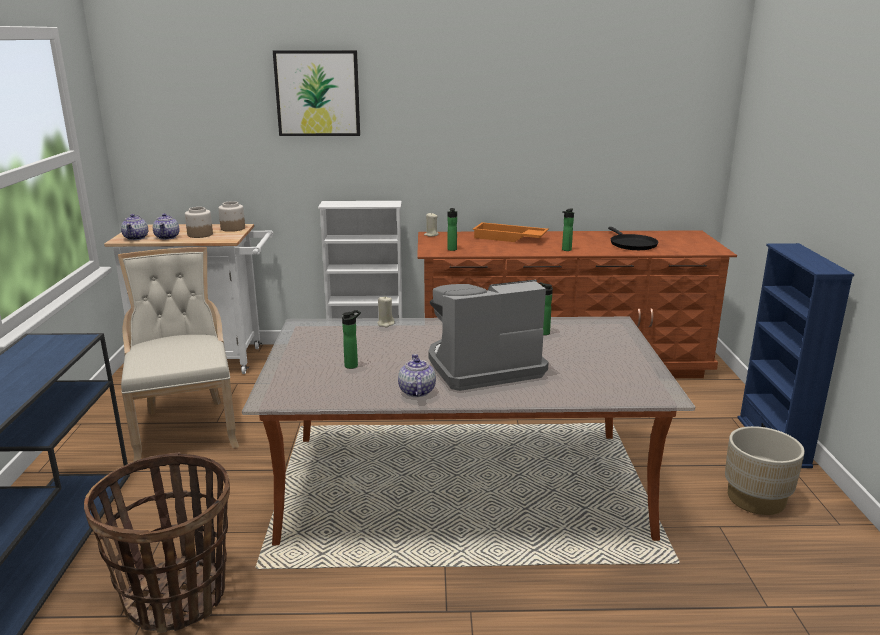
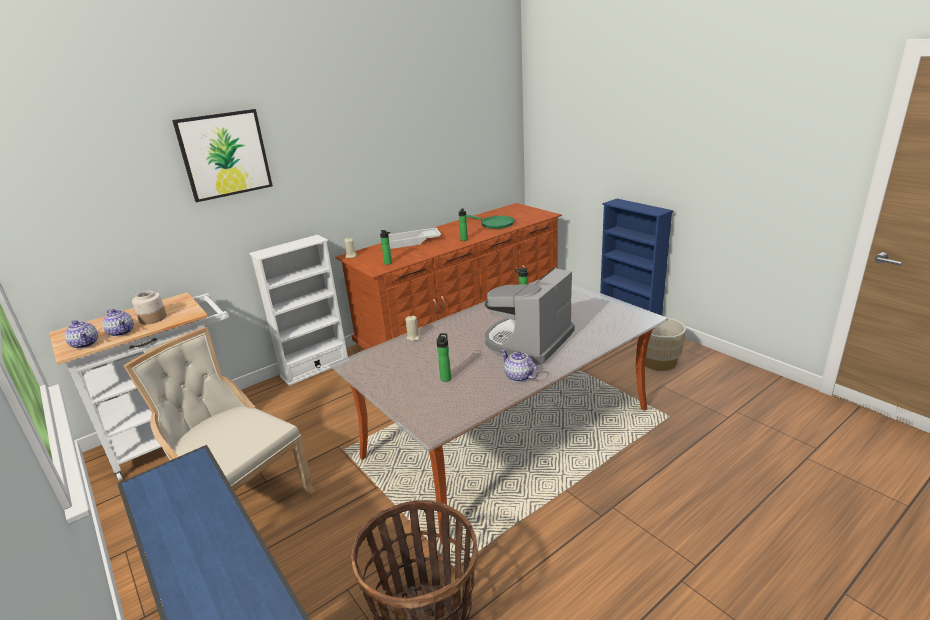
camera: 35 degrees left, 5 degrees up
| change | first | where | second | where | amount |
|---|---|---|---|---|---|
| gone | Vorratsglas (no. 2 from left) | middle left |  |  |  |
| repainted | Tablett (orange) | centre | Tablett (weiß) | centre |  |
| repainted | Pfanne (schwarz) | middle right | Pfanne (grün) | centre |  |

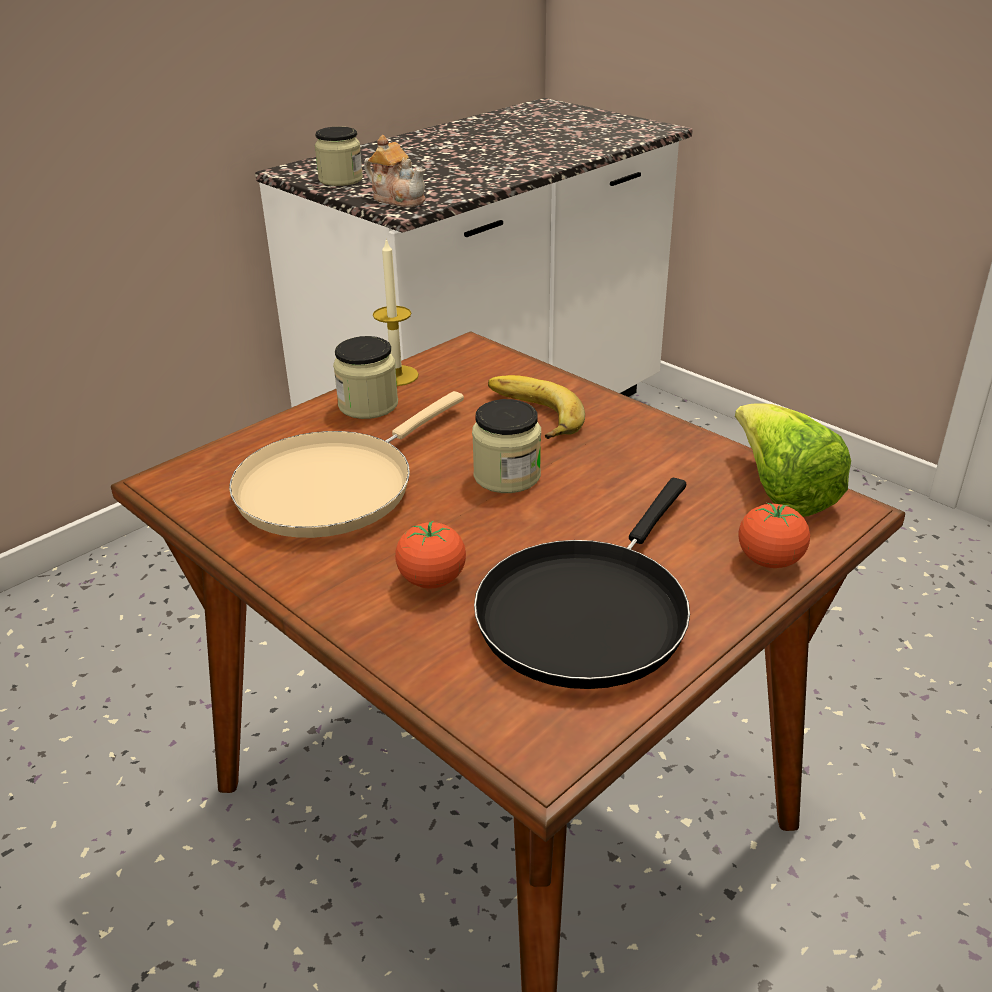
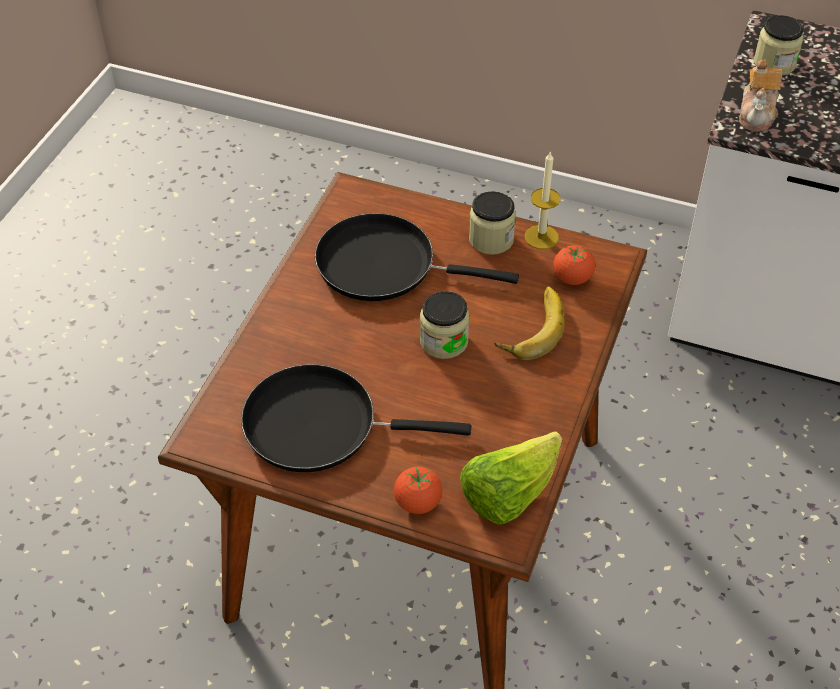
camera: 65 degrees right, 15 degrees up
| change | first | where | second | where | amount |
|---|---|---|---|---|---|
| repainted | Pfanne (beige) | centre | Pfanne (schwarz) (no. 2 from left) | centre |  |
| shifted | Tomate (no. 1 from left in the first image) | centre | Tomate (no. 2 from left) | middle right |  |

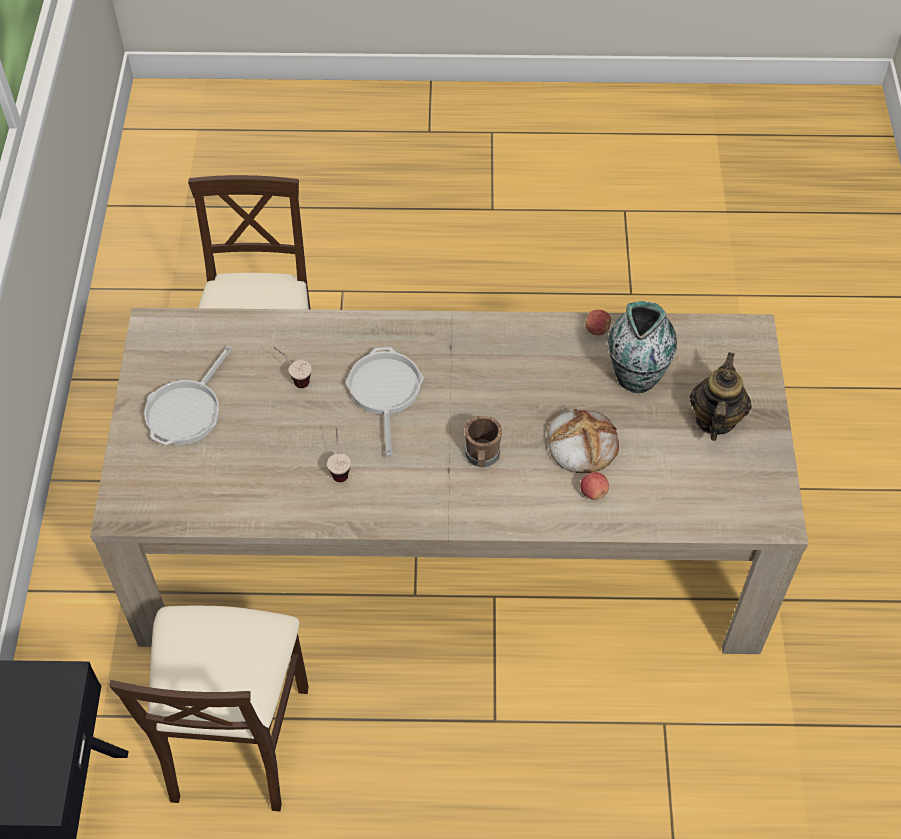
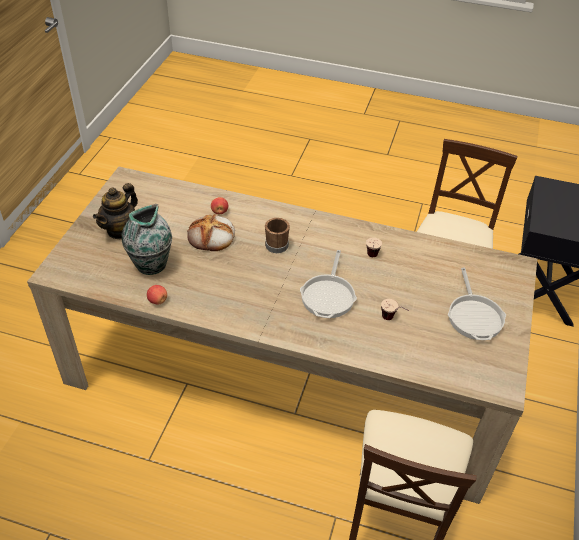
camera: 165 degrees left, 10 degrees down
| change | first | where | second | where | amount |
|---|---|---|---|---|---|
| rotated | Pfanne (no. 1 from left in the first image) | middle left | Pfanne (no. 2 from left) | middle right | 135 degrees clockwise |

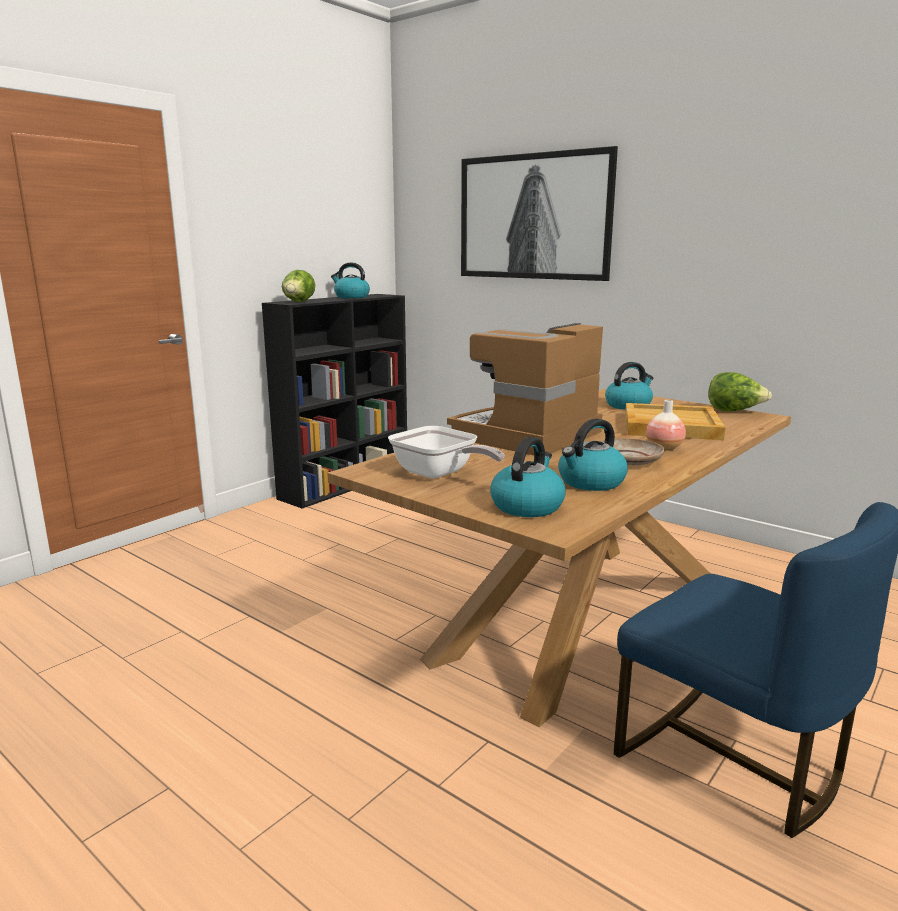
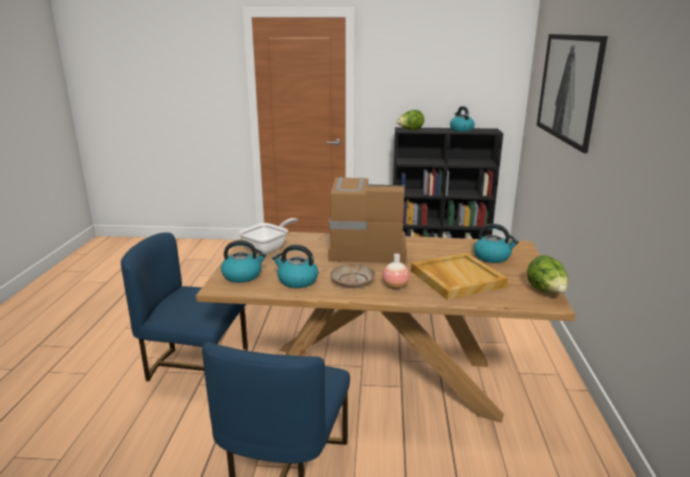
camera: 55 degrees right, 5 degrees up
| change | first | where | second | where | amount |
|---|---|---|---|---|---|
| rotated | Pfanne | centre |  | centre | 150 degrees counterclockwise |
| new |  |  | Stuhl (blau) (no. 1 from left) | middle left |  |

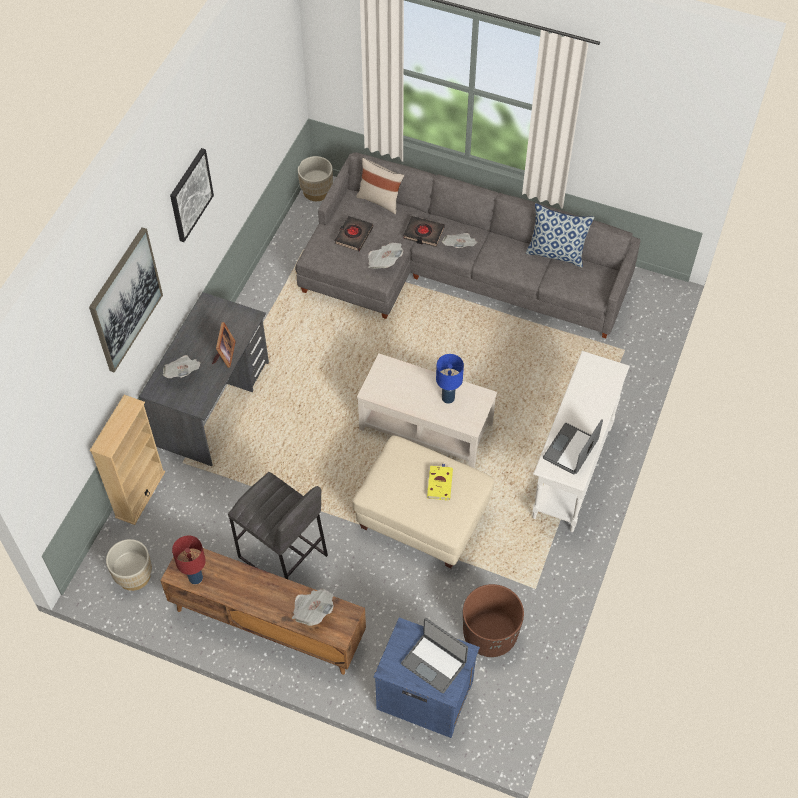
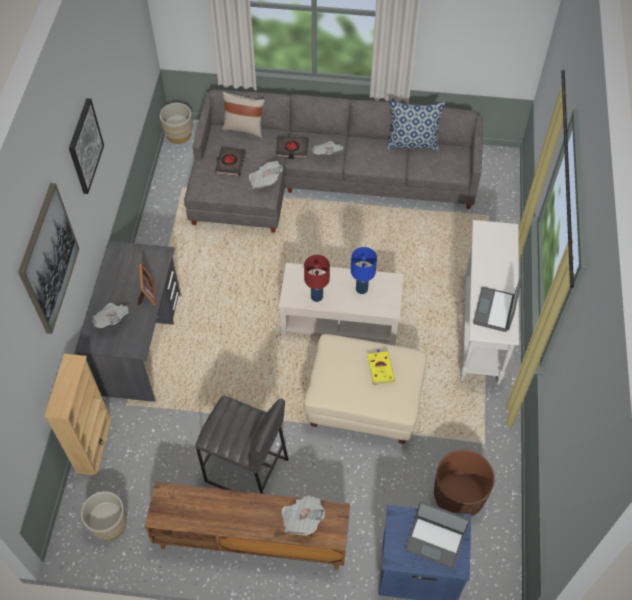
camera: 15 degrees left, 0 degrees up
| change | first | where | second | where | amount |
|---|---|---|---|---|---|
| shifted | Tischlampe (rot) | bottom left |  | centre |  |

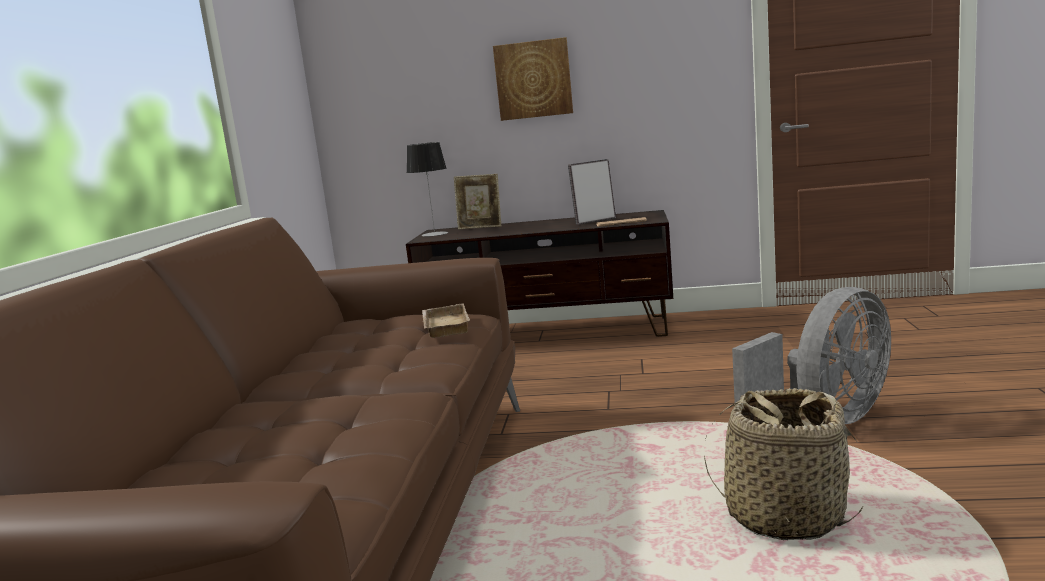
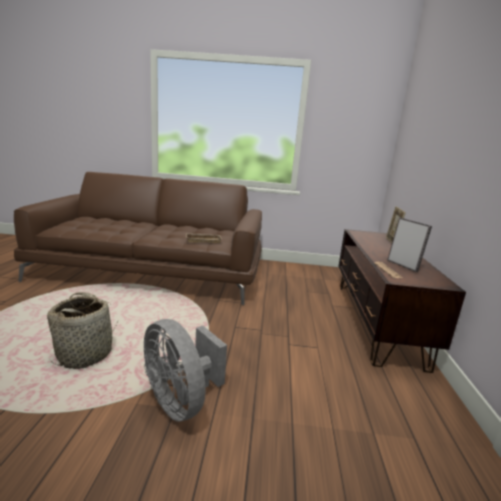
camera: 85 degrees right, 5 degrees up
| change | first | where | second | where | amount |
|---|---|---|---|---|---|
| gone | Tischlampe | top centre |  |  |  |
| gone | Bild | top centre |  |  |  |

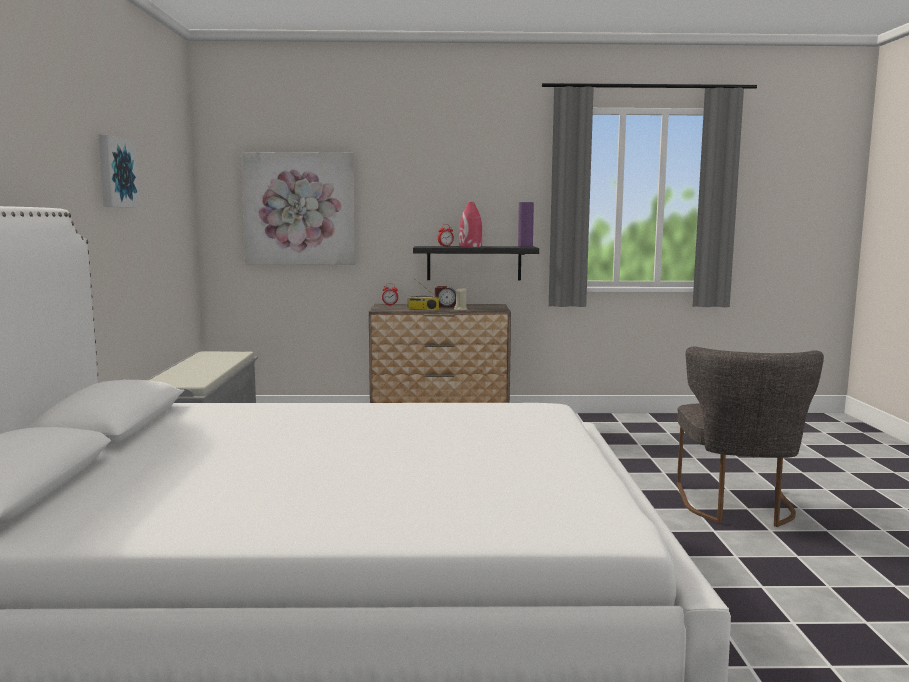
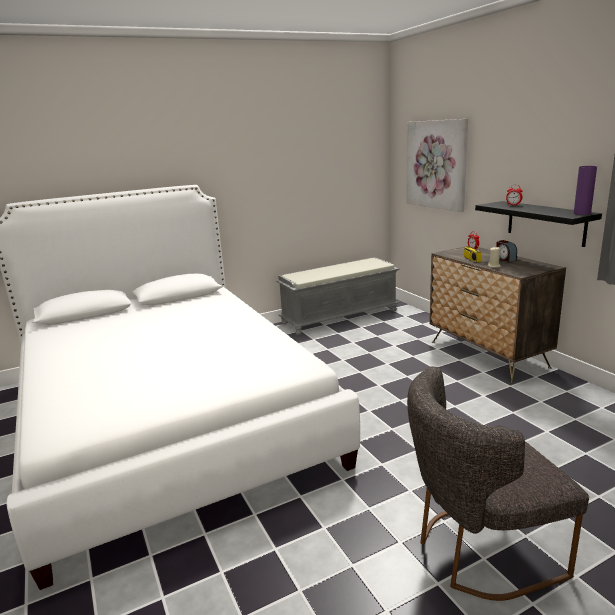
camera: 65 degrees right, 10 degrees up
| change | first | where | second | where | amount |
|---|---|---|---|---|---|
| gone | Bild (no. 1 from left) | top left |  |  |  |
| gone | Vase (rot) | top centre |  |  |  |

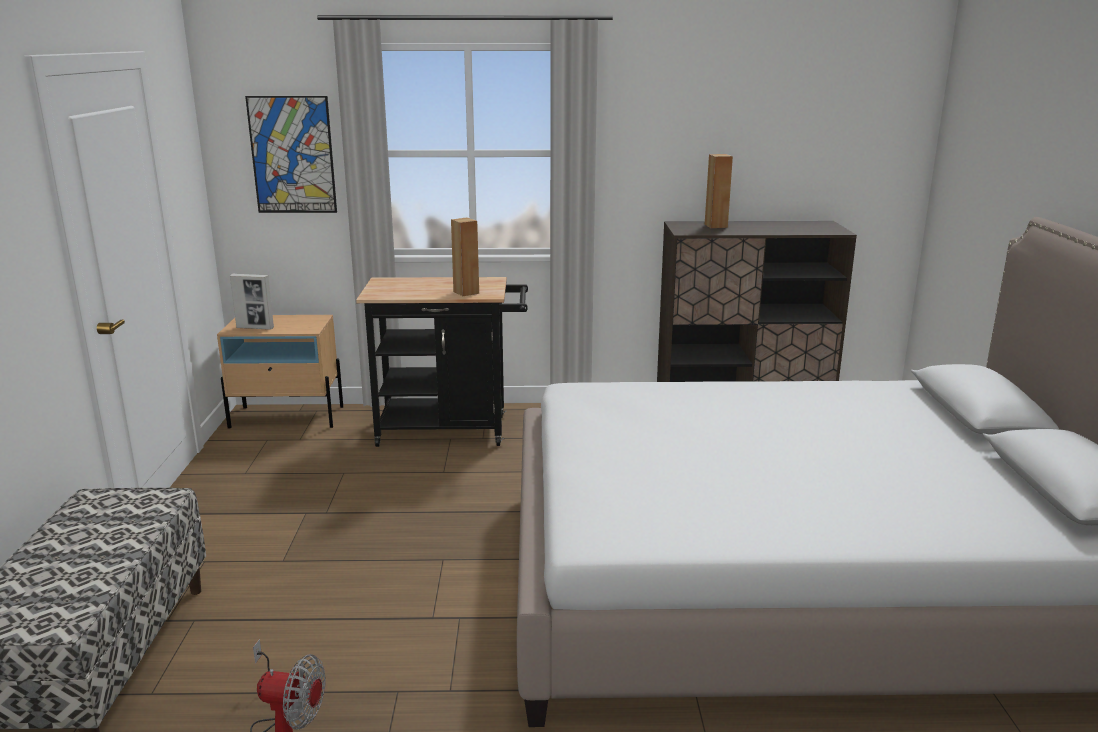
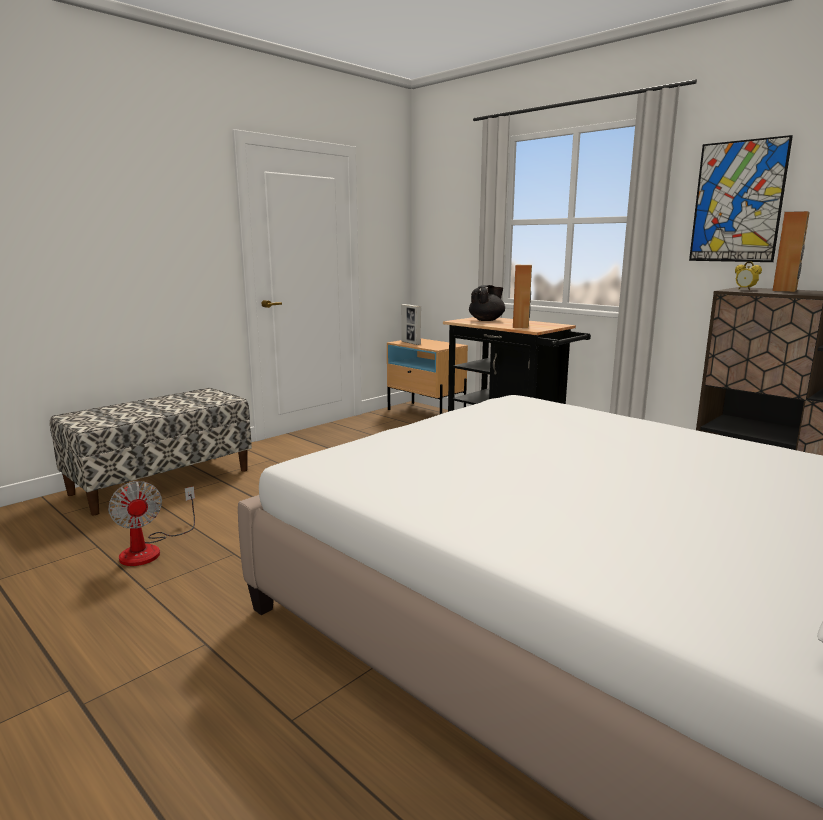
camera: 45 degrees right, 5 degrees down
| change | first | where | second | where | amount |
|---|---|---|---|---|---|
| shifted | Bild | top left |  | top right |  |
| new |  |  | Teekanne (schwarz) | centre |  |
| new |  |  | Wecker | middle right |  |

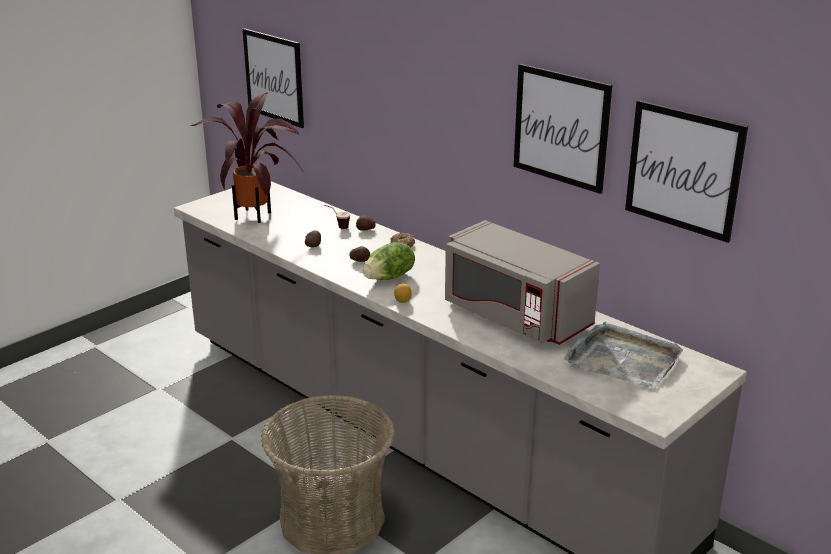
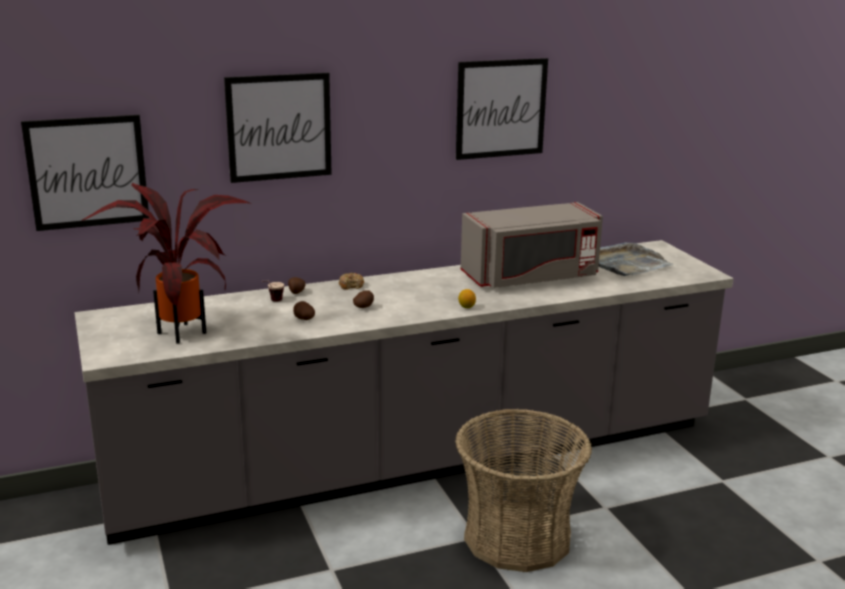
camera: 65 degrees left, 5 degrees down
| change | first | where | second | where | amount |
|---|---|---|---|---|---|
| gone | Salatkopf | centre |  |  |  |
| shifted | Bild (no. 3 from left in the first image) | top right | Bild (no. 2 from left) | top left |  |

